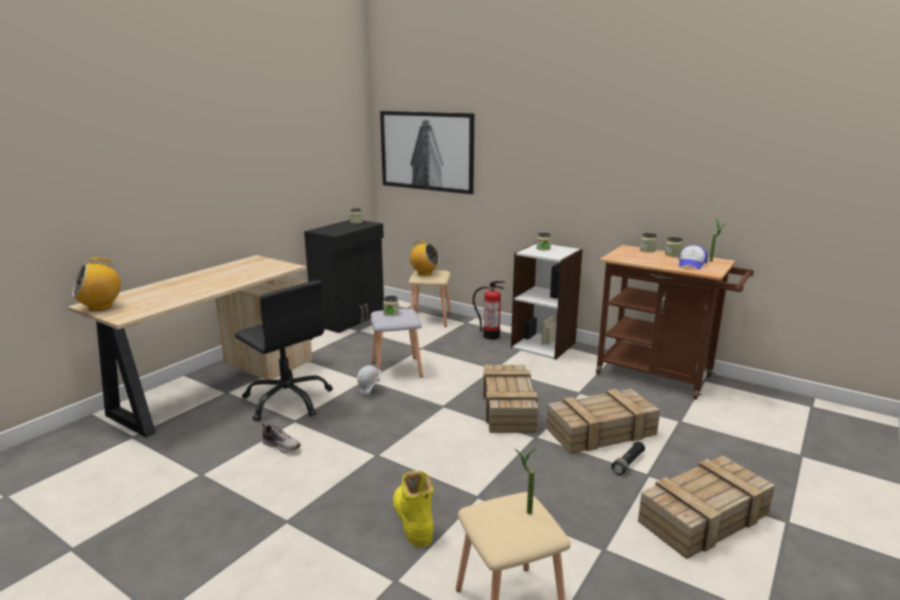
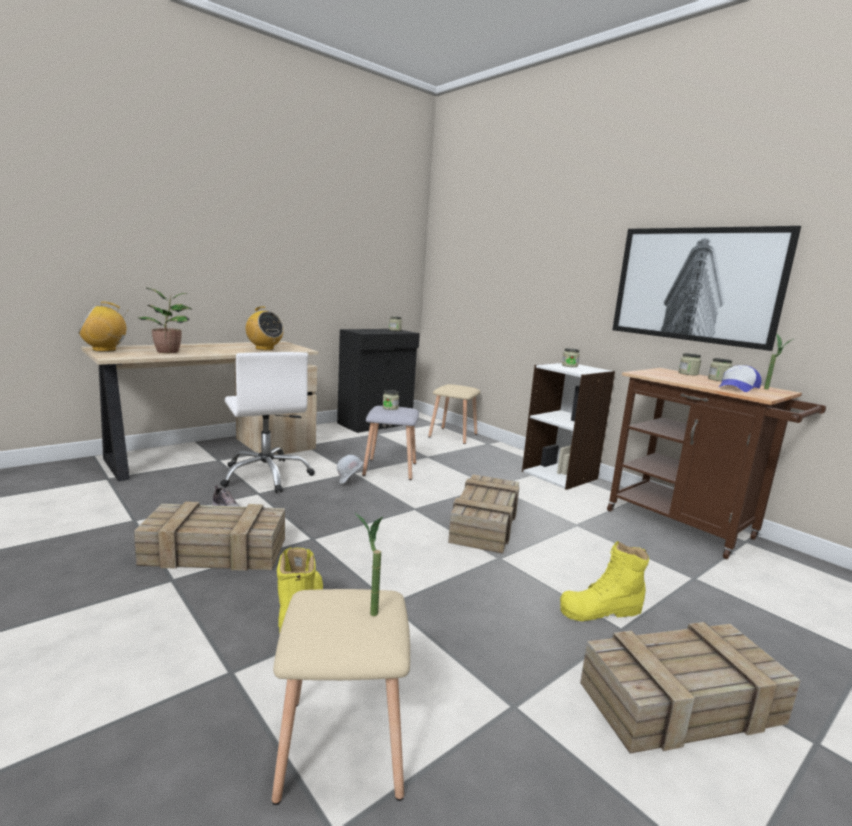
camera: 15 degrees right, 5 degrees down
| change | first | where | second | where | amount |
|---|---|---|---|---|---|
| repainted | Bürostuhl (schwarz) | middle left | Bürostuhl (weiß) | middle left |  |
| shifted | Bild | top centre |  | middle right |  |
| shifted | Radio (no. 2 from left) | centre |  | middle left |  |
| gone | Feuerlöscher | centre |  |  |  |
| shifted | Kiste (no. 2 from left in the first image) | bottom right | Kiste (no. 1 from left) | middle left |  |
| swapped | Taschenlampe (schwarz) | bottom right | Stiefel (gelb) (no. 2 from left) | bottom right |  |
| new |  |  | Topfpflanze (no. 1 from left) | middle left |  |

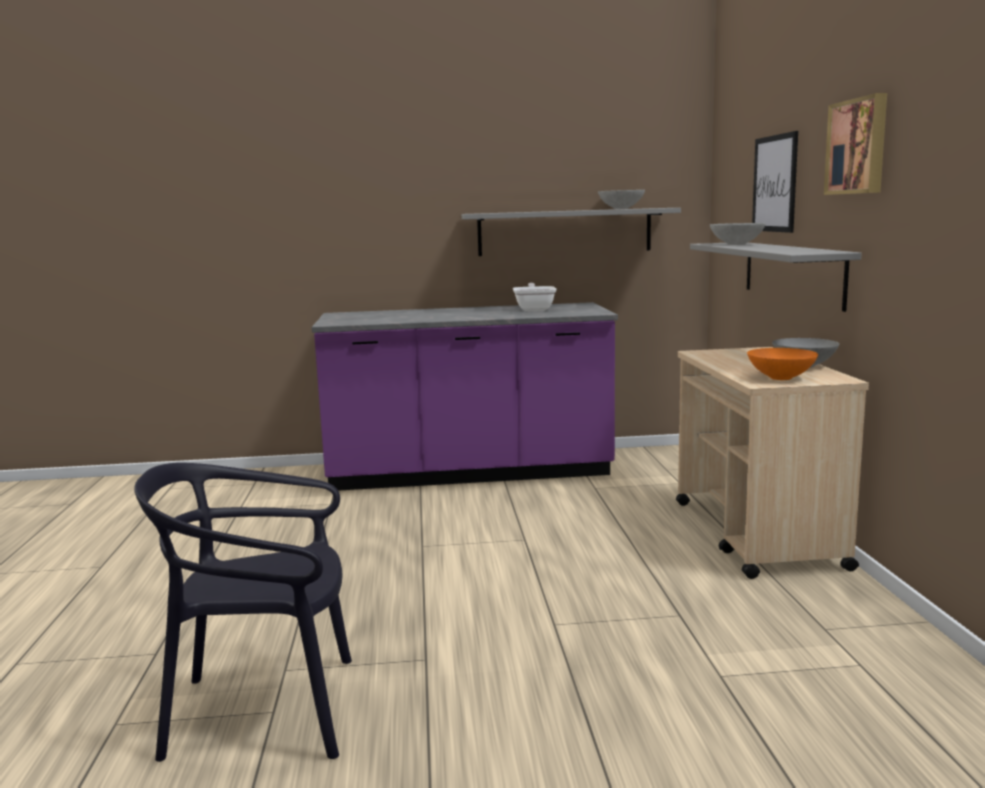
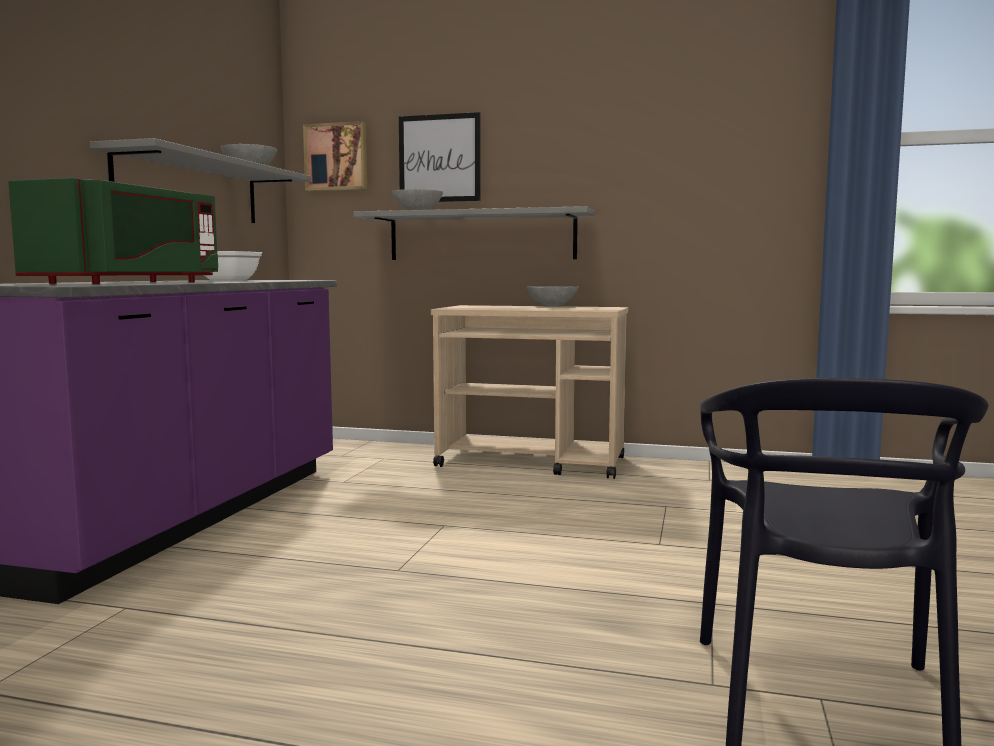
camera: 70 degrees left, 5 degrees down
| change | first | where | second | where | amount |
|---|---|---|---|---|---|
| gone | Schüssel (orange) | middle right |  |  |  |
| shifted | Bild (no. 2 from left in the first image) | top right | Bild (no. 1 from left) | top centre |  |
| new |  |  | Mikrowelle (grün) | top left |  |

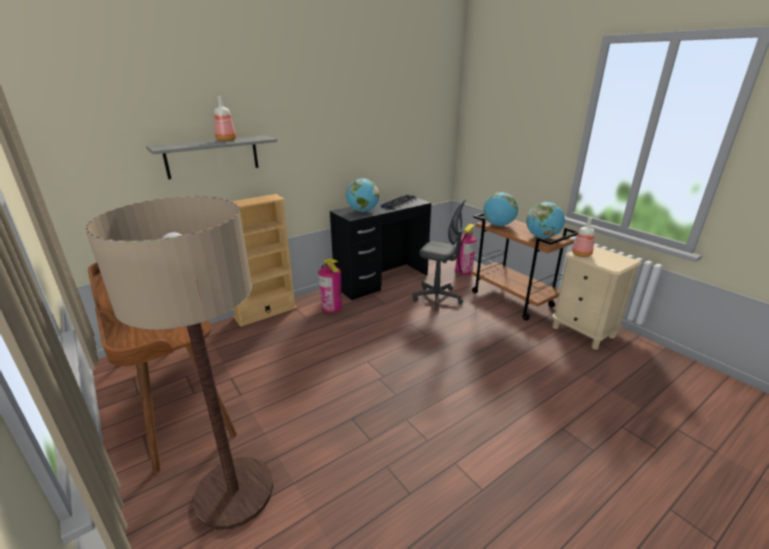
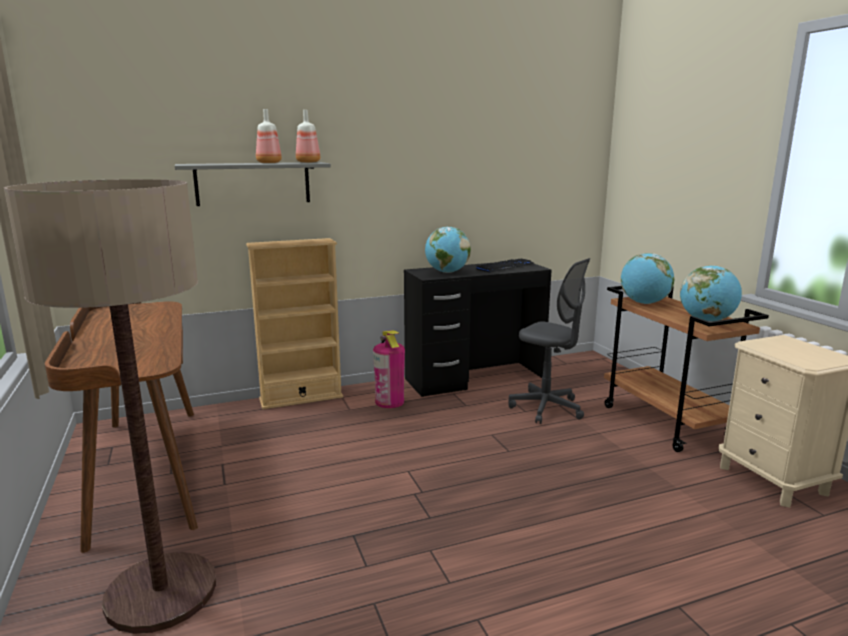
camera: 15 degrees right, 10 degrees down
| change | first | where | second | where | amount |
|---|---|---|---|---|---|
| gone | Feuerlöscher (no. 2 from left) | centre |  |  |  |
| shifted | Flasche (no. 2 from left) | middle right |  | top centre |  |

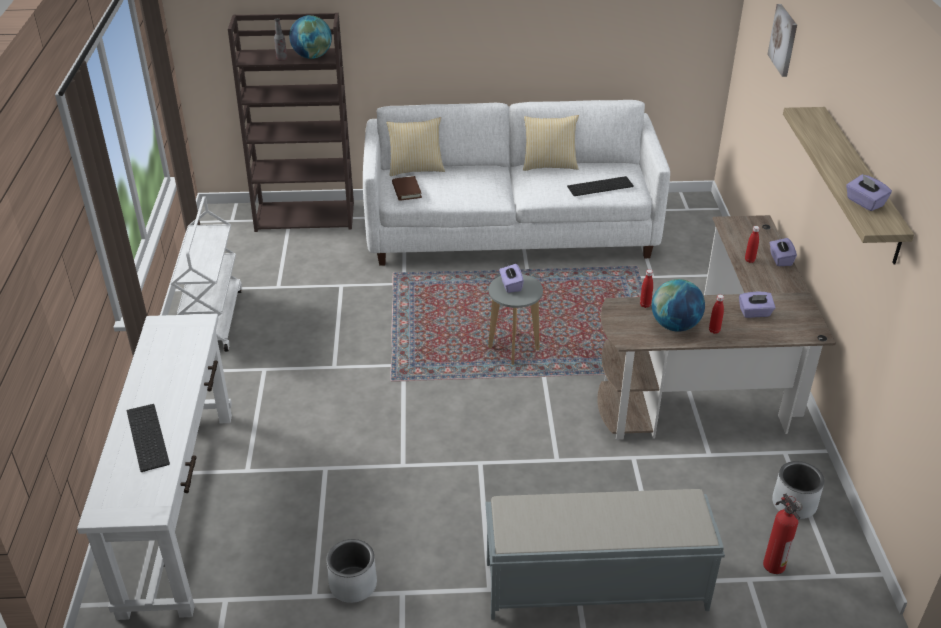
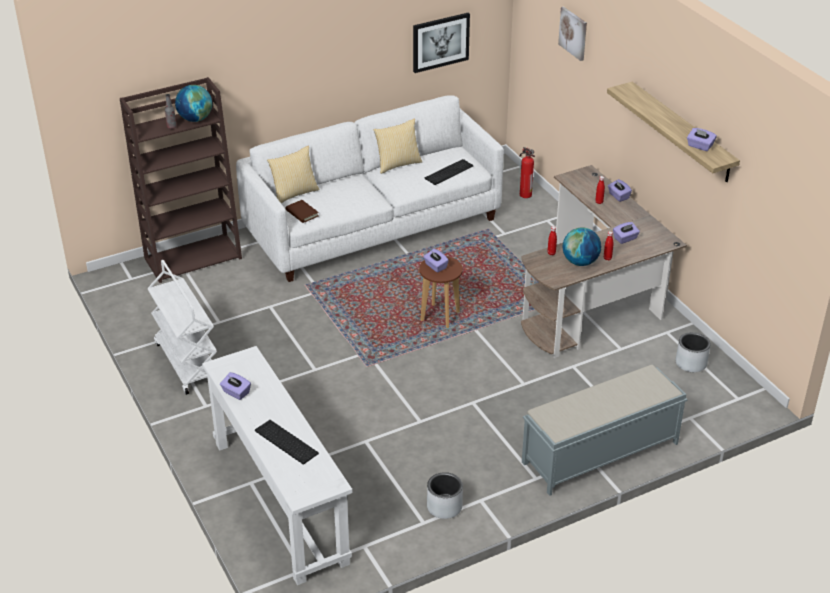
camera: 25 degrees left, 0 degrees up
| change | first | where | second | where | amount |
|---|---|---|---|---|---|
| repainted | Hocker (grau) | centre | Hocker (braun) | centre |  |
| shifted | Feuerlöscher | bottom right |  | top centre |  |
| new |  |  | Taschentuchbox (lila) (no. 1 from left) | middle left |  |
| new |  |  | Bild (no. 1 from left) | top centre |  |

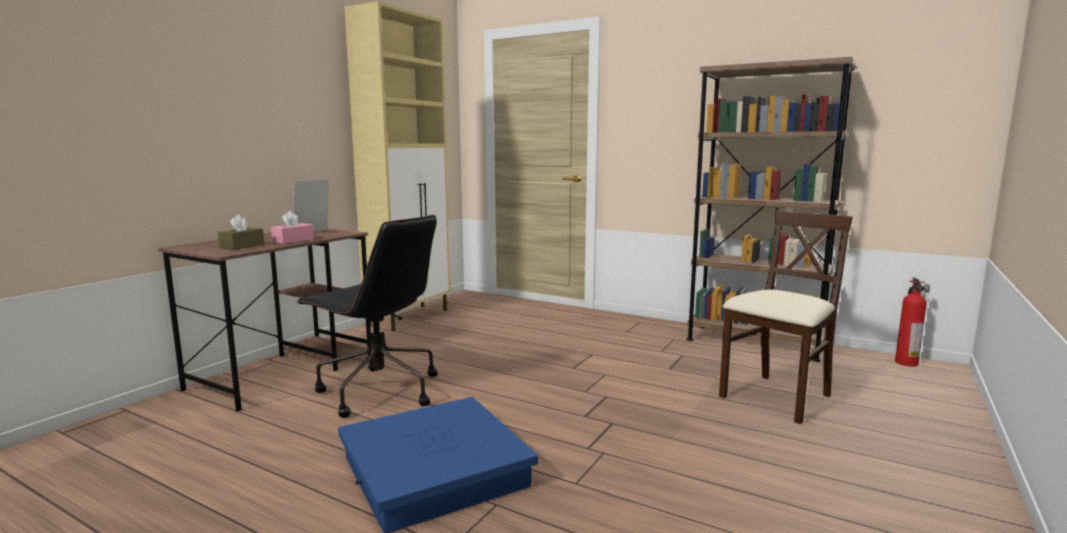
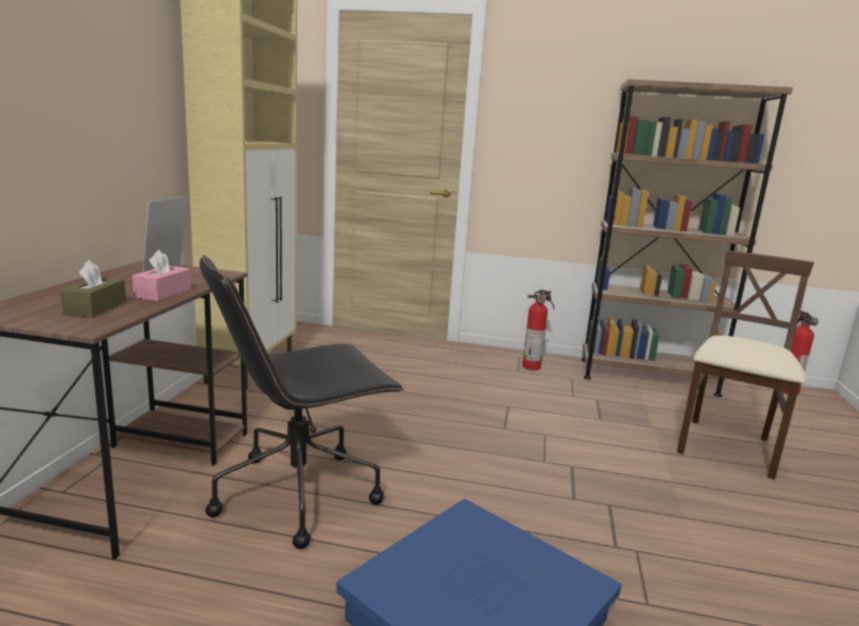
camera: 20 degrees left, 5 degrees up
| change | first | where | second | where | amount |
|---|---|---|---|---|---|
| rotated | Bürostuhl (schwarz) | centre |  | centre | 135 degrees clockwise |
| new |  |  | Feuerlöscher (no. 1 from left) | centre |  |

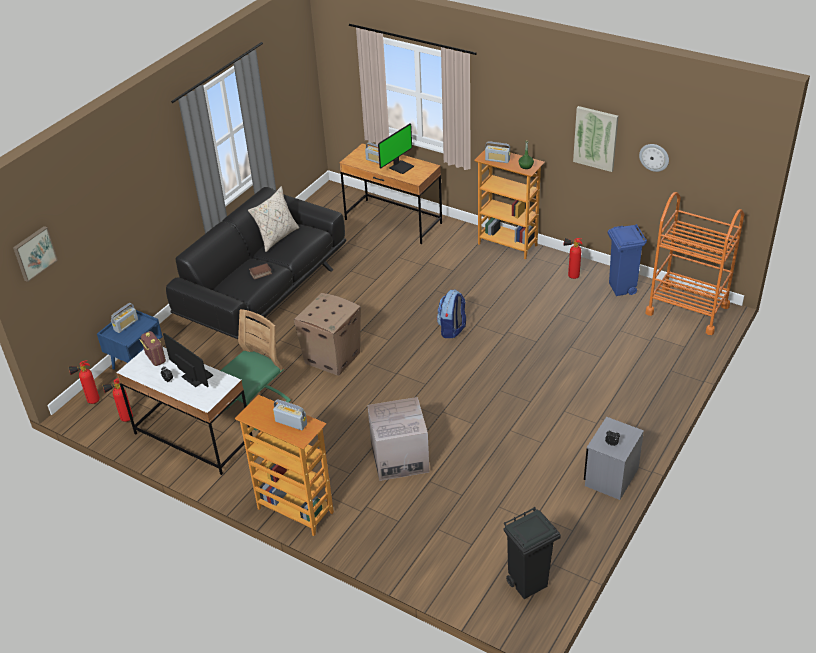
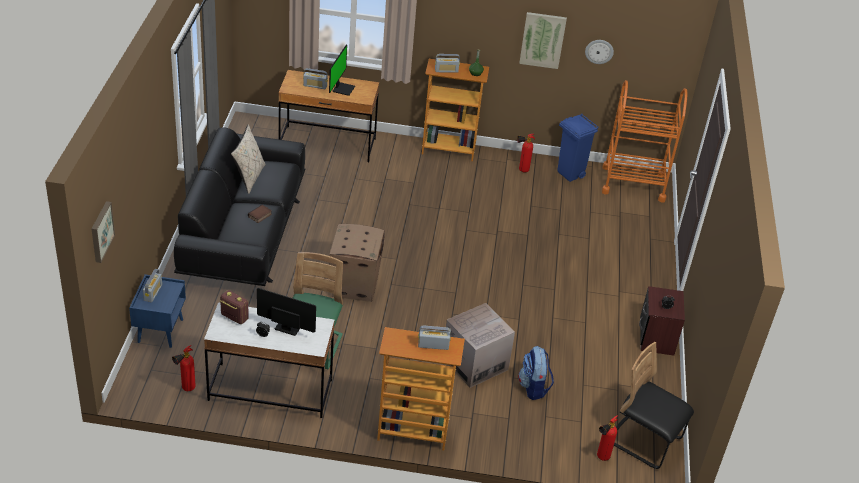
camera: 30 degrees left, 0 degrees up
| change | first | where | second | where | amount |
|---|---|---|---|---|---|
| shifted | Feuerlöscher (no. 1 from left in the first image) | middle left | Feuerlöscher (no. 3 from left) | bottom right |  |
| shifted | Rucksack | centre |  | bottom centre |  |
| swapped | Mülleimer (schwarz) | bottom centre | Stuhl (schwarz) | bottom right |  |
| repainted | Nachttisch (grau) | bottom right | Nachttisch (braun) | middle right |  |

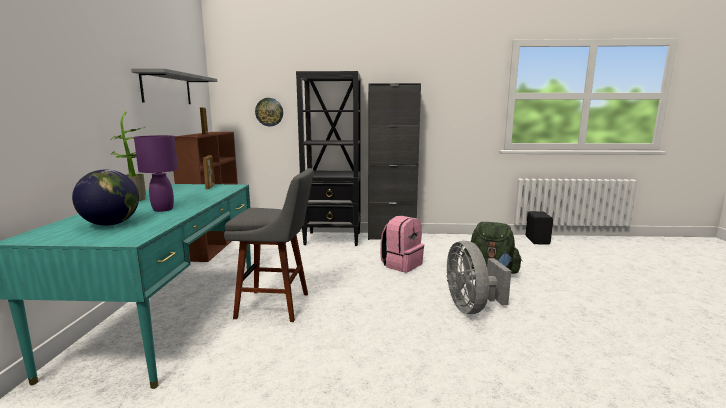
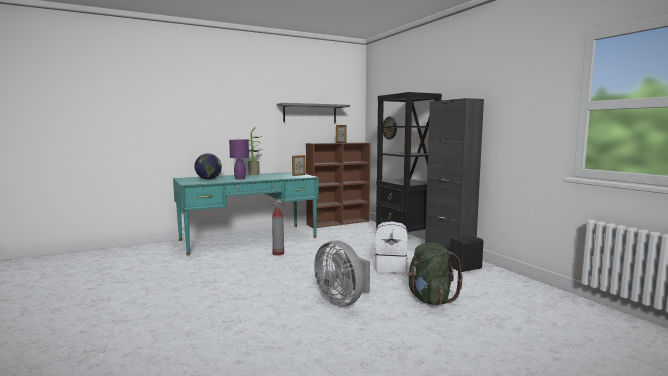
camera: 60 degrees right, 5 degrees down
| change | first | where | second | where | amount |
|---|---|---|---|---|---|
| swapped | Hocker (grau) | centre | Feuerlöscher | centre |  |
| repainted | Rucksack (rosa) | centre | Rucksack (weiß) | centre |  |
| rotated | Ventilator (grau) | bottom centre |  | bottom centre | 90 degrees counterclockwise |
| shifted | Lautsprecher (schwarz) | middle right |  | bottom right |  |

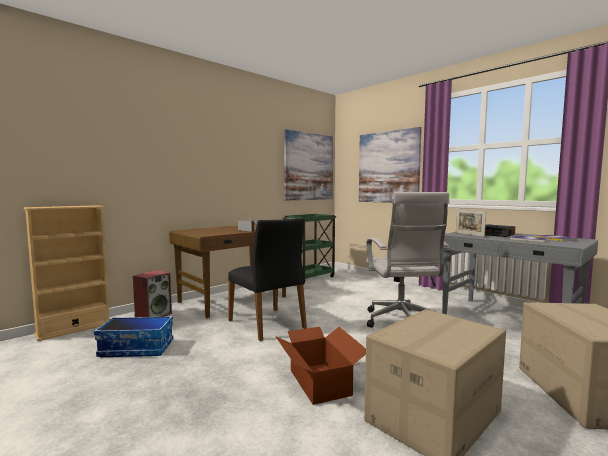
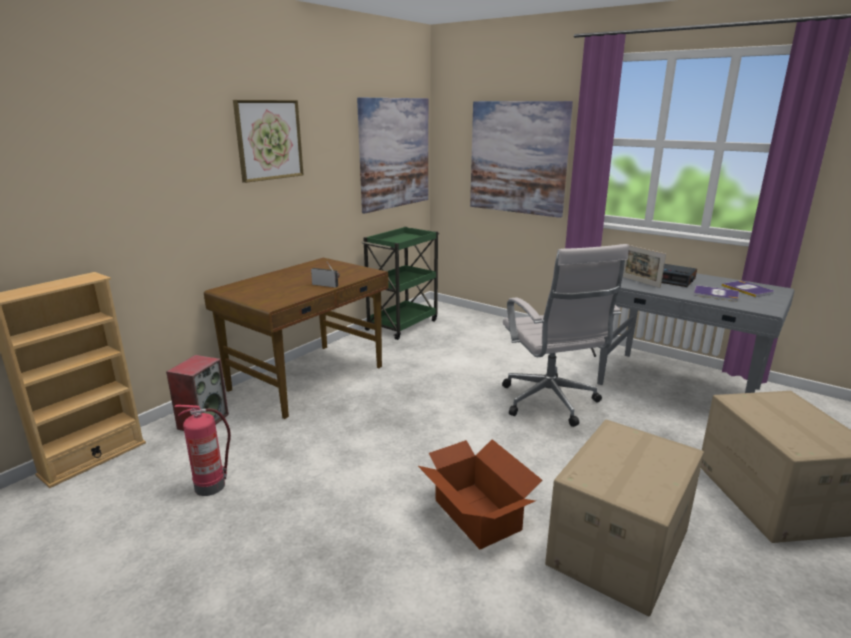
camera: 10 degrees left, 15 degrees up
| change | first | where | second | where | amount |
|---|---|---|---|---|---|
| swapped | Aufbewahrungsbox | bottom left | Feuerlöscher | bottom left |  |
| gone | Stuhl (schwarz) | centre |  |  |  |
| new |  |  | Bild (no. 1 from left) | top left |  |

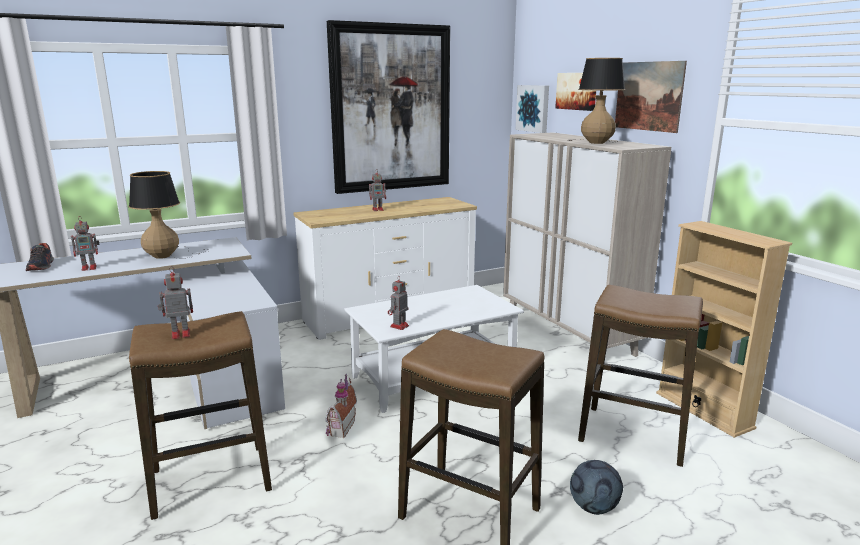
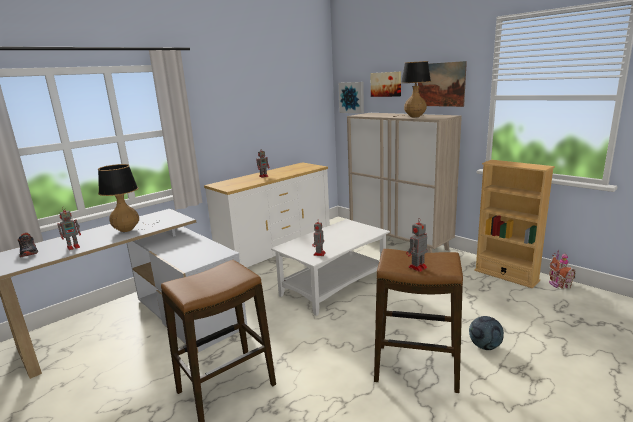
camera: 15 degrees left, 0 degrees up
| change | first | where | second | where | amount |
|---|---|---|---|---|---|
| shifted | Spielzeugroboter (no. 2 from left in the first image) | middle left | Spielzeugroboter (no. 4 from left) | centre |  |
| shifted | Spielzeughaus | bottom centre |  | middle right |  |
| gone | Bild (no. 1 from left) | top centre |  |  |  |
| gone | Hocker (no. 3 from left) | bottom right |  |  |  |

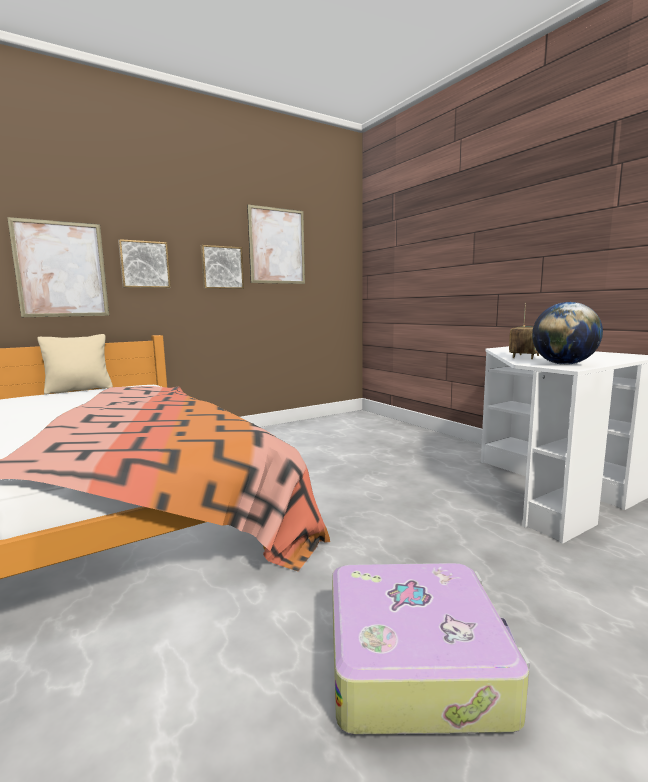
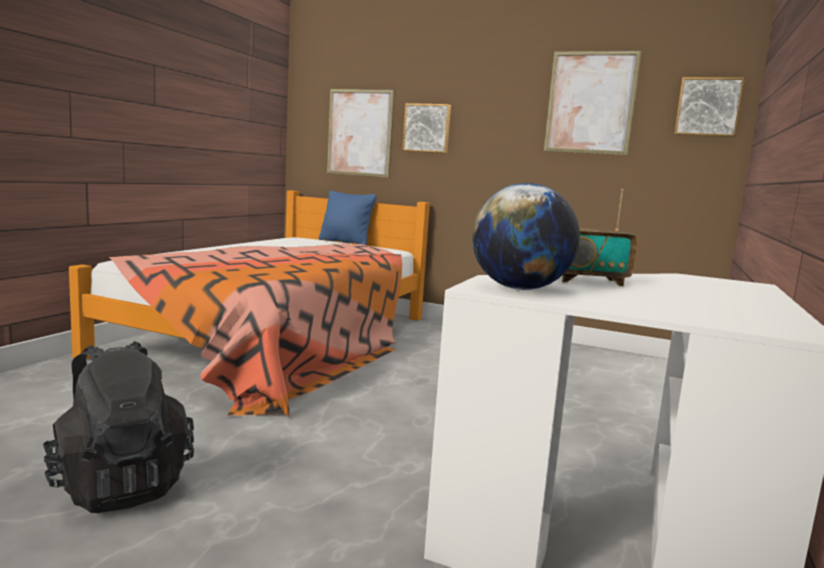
camera: 55 degrees right, 0 degrees up
| change | first | where | second | where | amount |
|---|---|---|---|---|---|
| repainted | Kissen (beige) | middle left | Kissen (blau) | centre |  |
| shifted | Bild (no. 3 from left in the first image) | centre | Bild (no. 4 from left) | top right |  |
| swapped | Koffer | bottom centre | Rucksack (schwarz) | bottom left |  |

